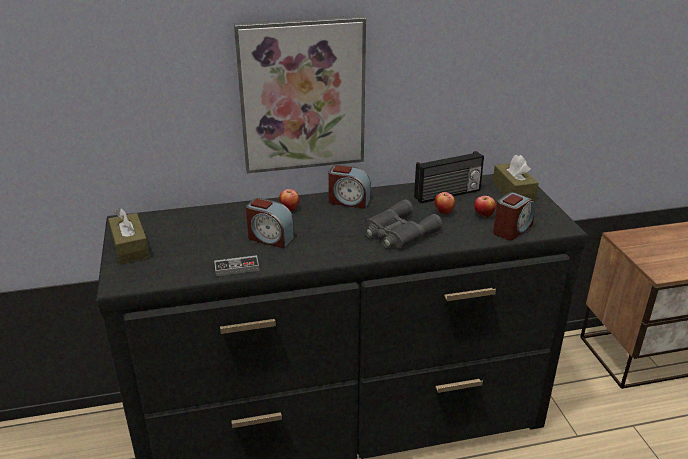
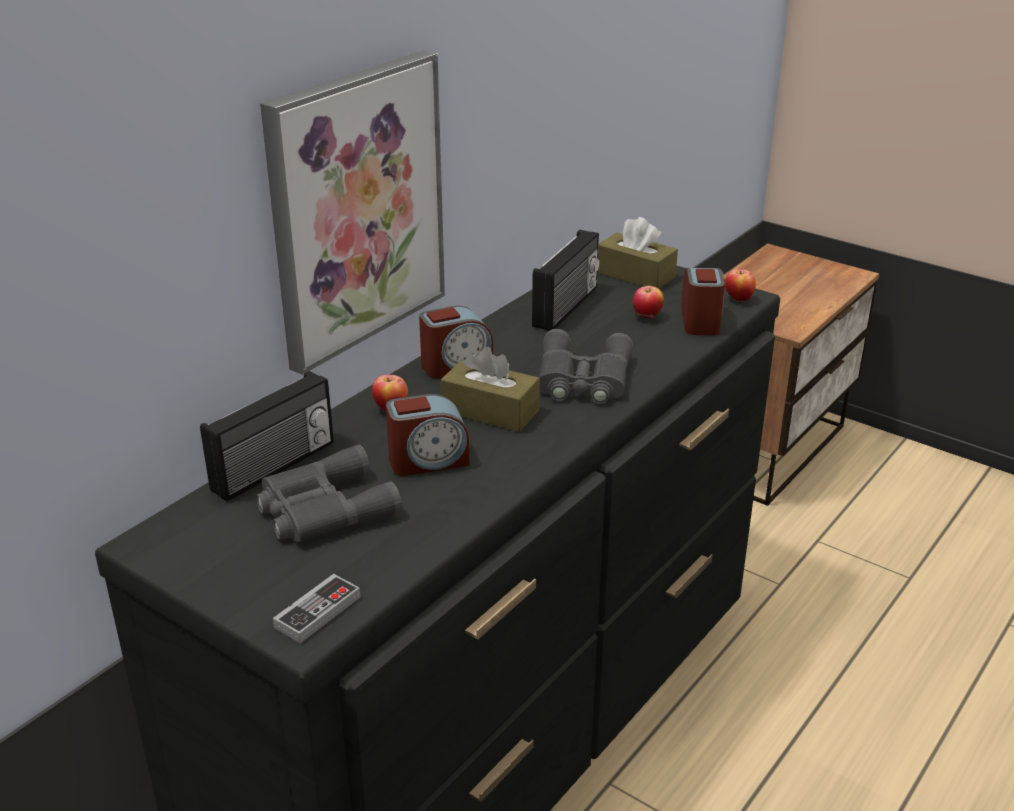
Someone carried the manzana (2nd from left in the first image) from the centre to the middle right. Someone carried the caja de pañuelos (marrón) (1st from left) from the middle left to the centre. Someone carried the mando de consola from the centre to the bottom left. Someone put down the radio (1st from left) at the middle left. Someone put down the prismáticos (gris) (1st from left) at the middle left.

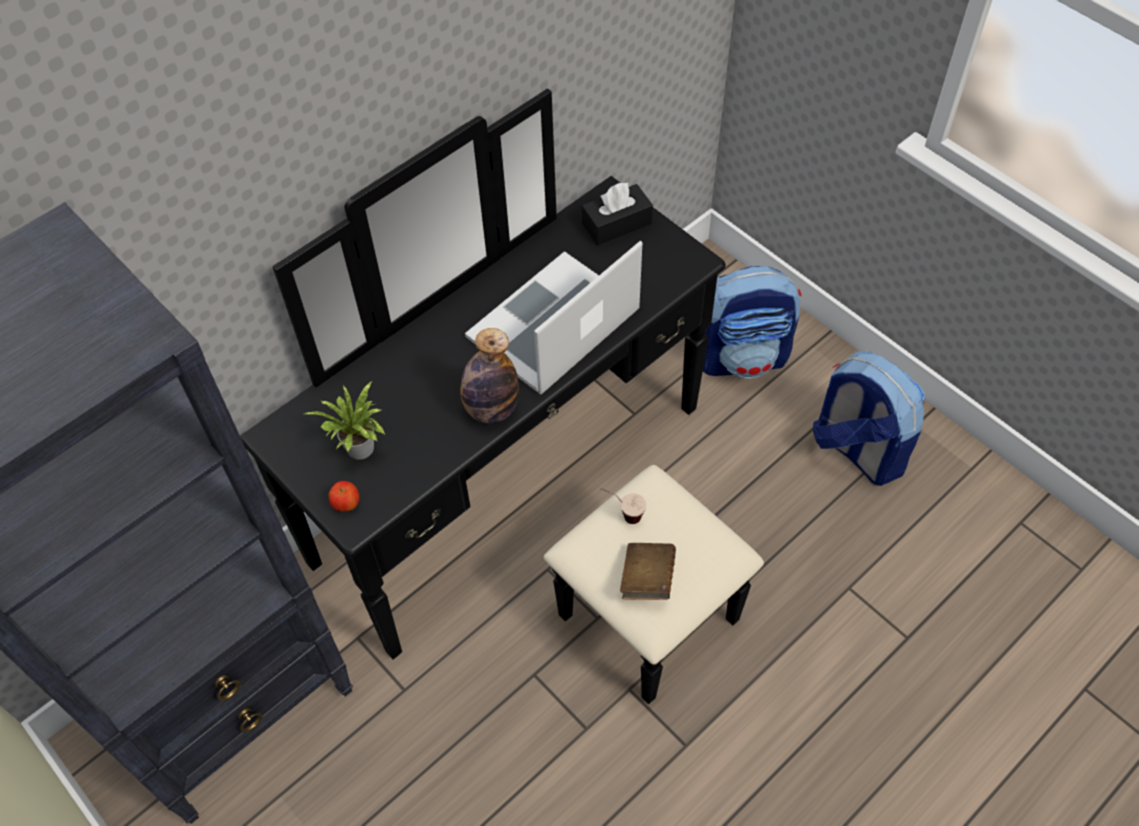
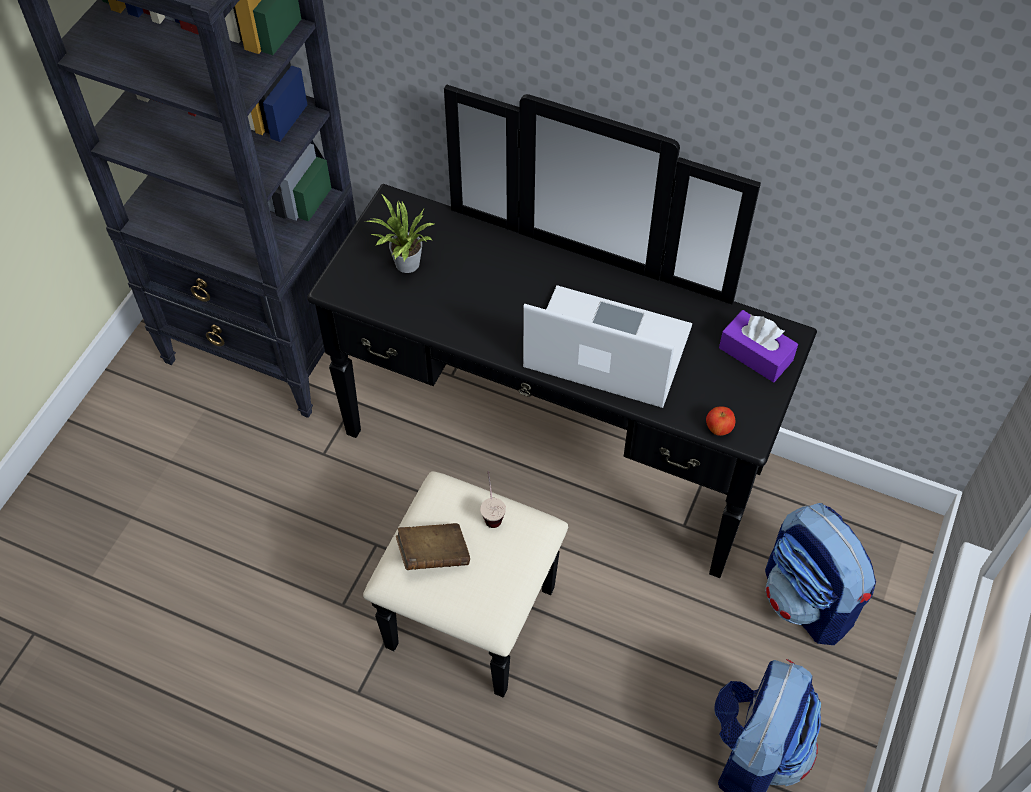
Someone repainted the caja de pañuelos (negro) at the top centre, which became the caja de pañuelos (morado) at the middle right. Someone took away the botella at the centre. Someone carried the manzana from the middle left to the middle right.

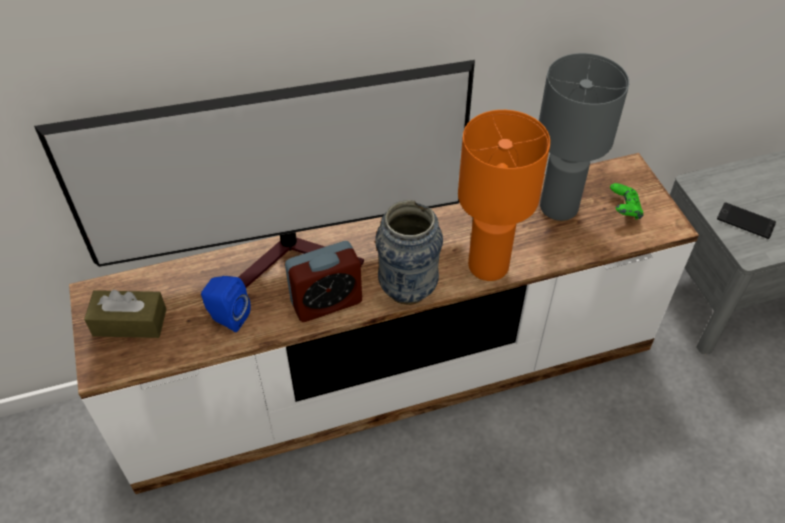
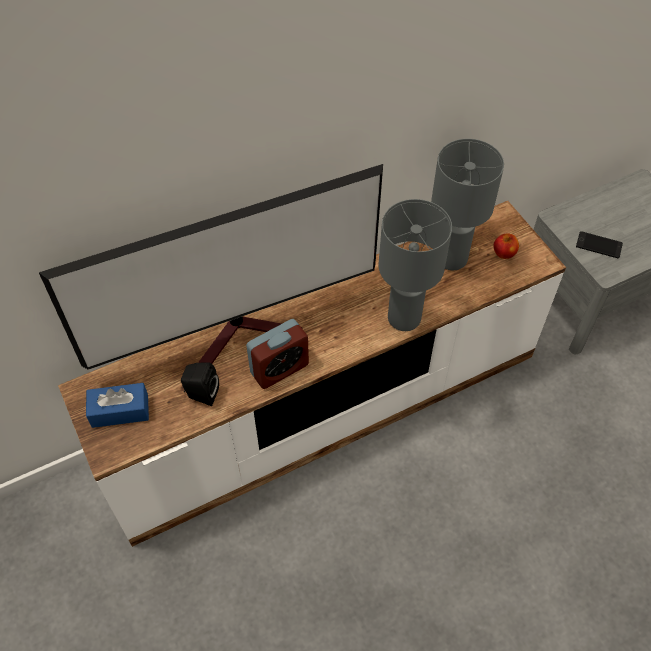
Someone repainted the lámpara de mesa (naranja) at the centre, which became the lámpara de mesa (gris) (1st from left) at the centre. Someone swapped the mando de consola (verde) at the middle right for the manzana at the middle right. Someone took away the florero at the centre. Someone repainted the altavoz (azul) at the middle left, which became the altavoz (negro) at the middle left. Someone repainted the caja de pañuelos (marrón) at the middle left, which became the caja de pañuelos (azul) at the middle left.

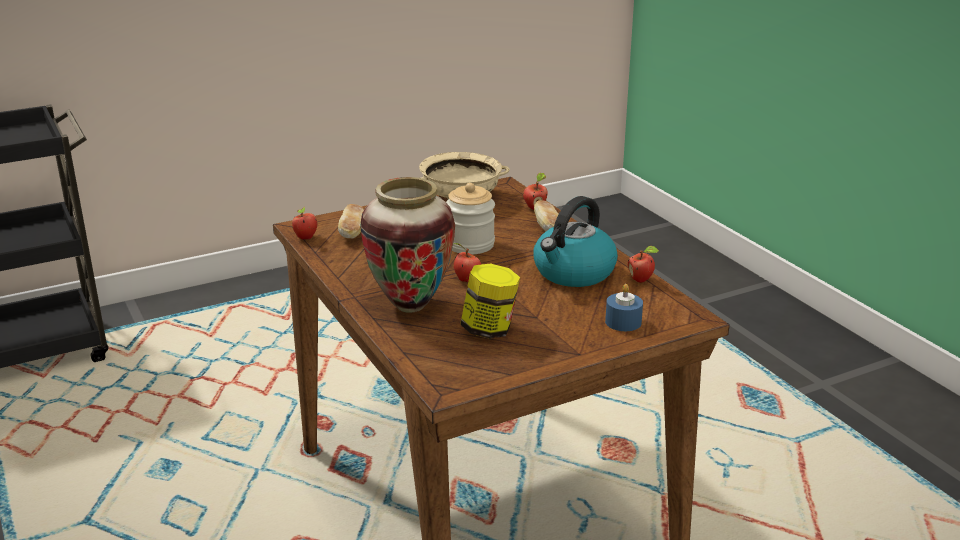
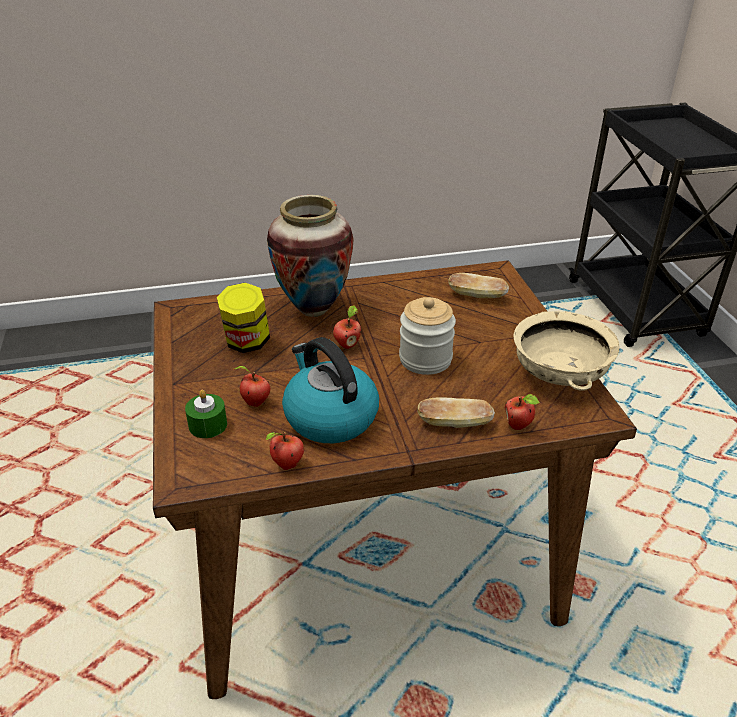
Someone carried the manzana (1st from left) from the middle left to the centre. Someone repainted the vela (azul) at the centre, which became the vela (verde) at the middle left.

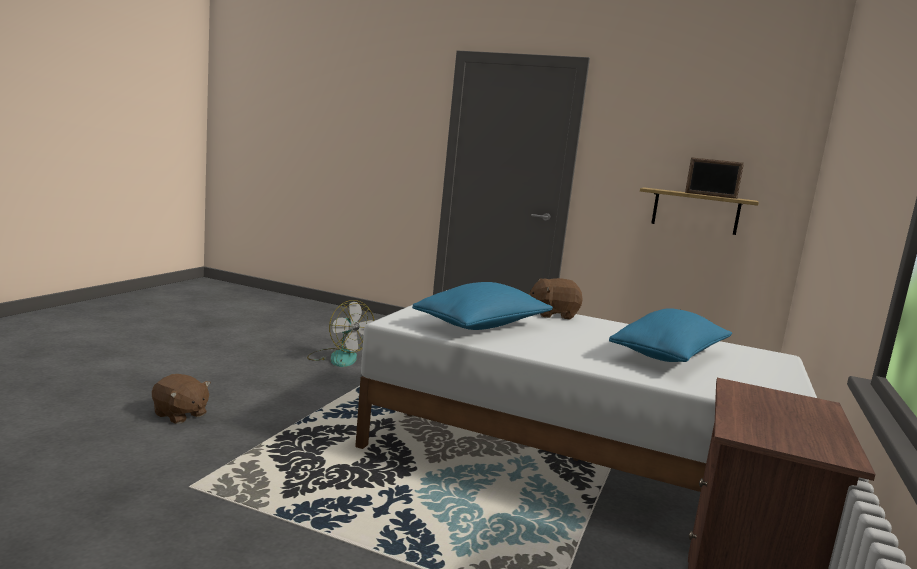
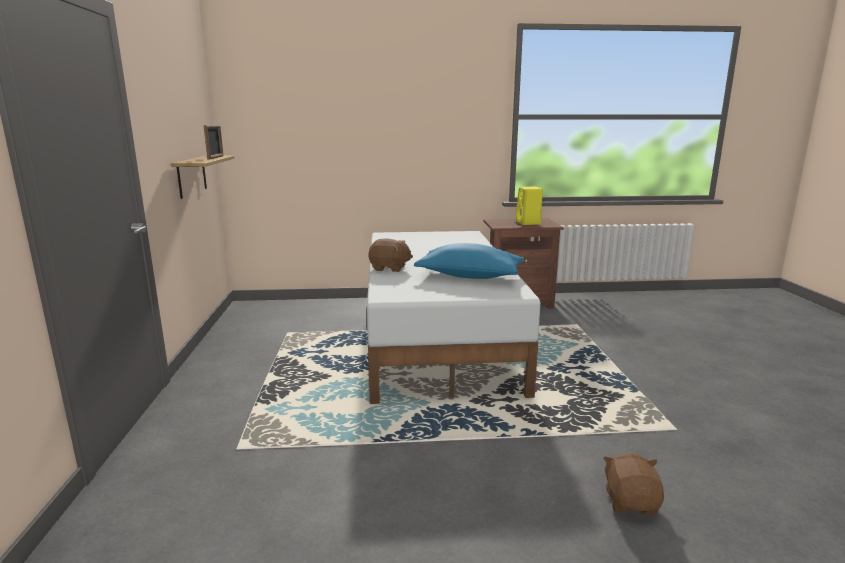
Someone rotated the peluche (marrón) (2nd from left in the first image) at the centre by 45 degrees counterclockwise. Someone took away the ventilador at the centre. Someone took away the cojín (azul) (2nd from left) at the middle right. Someone put down the altavoz (amarillo) at the centre.

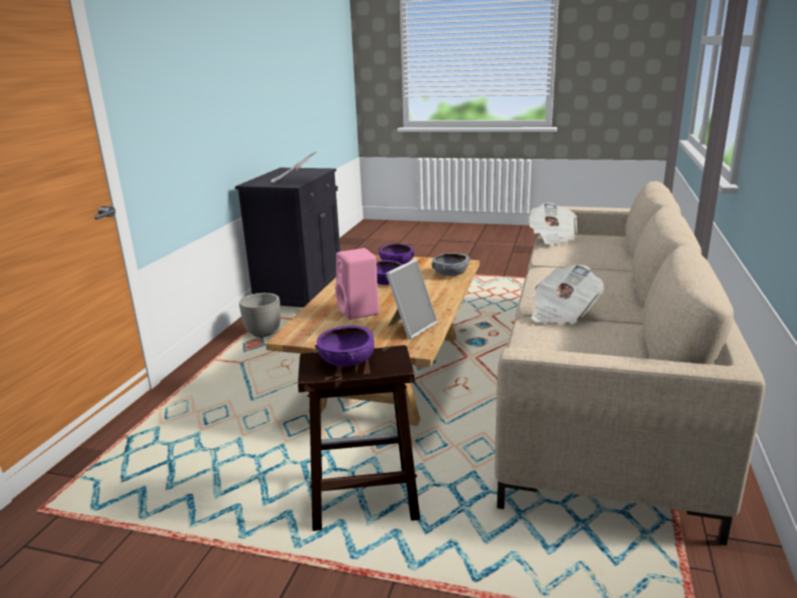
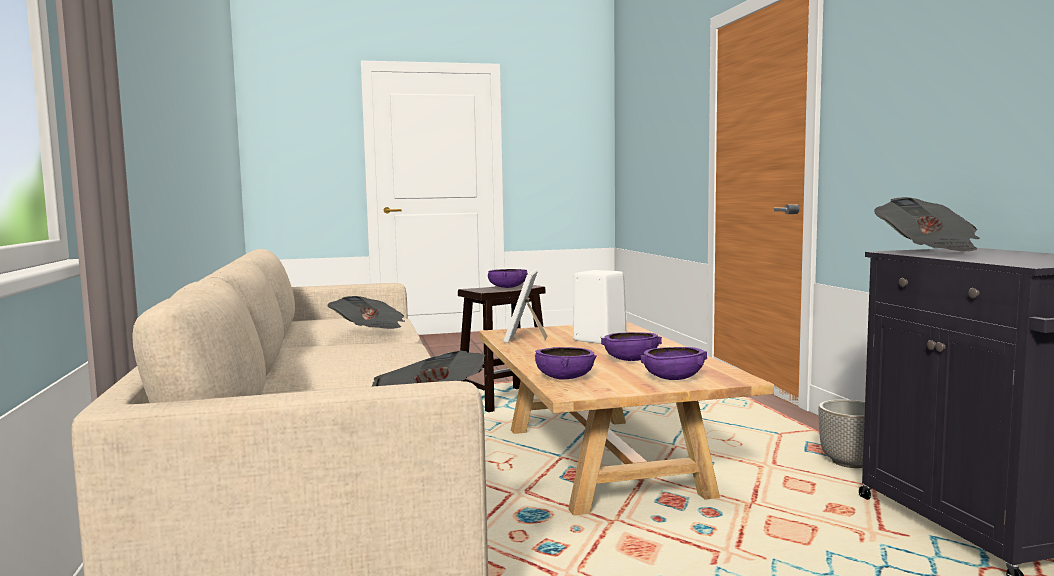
Someone repainted the altavoz (rosa) at the centre, which became the altavoz (blanco) at the centre. Someone repainted the cuenco (gris) at the centre, which became the cuenco (morado) (2nd from left) at the centre.

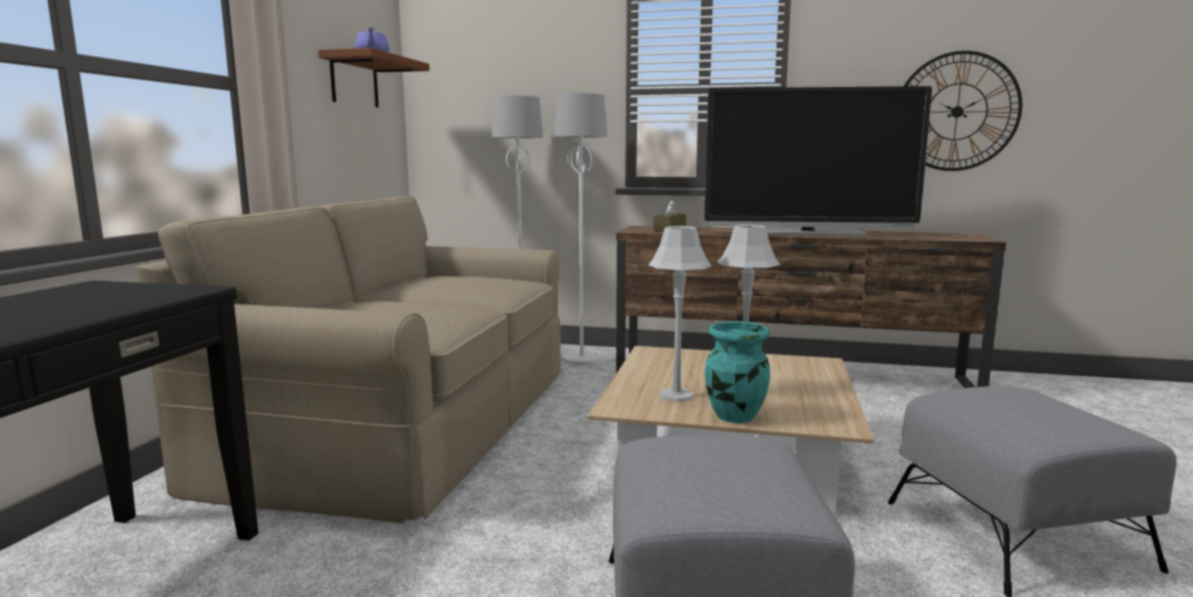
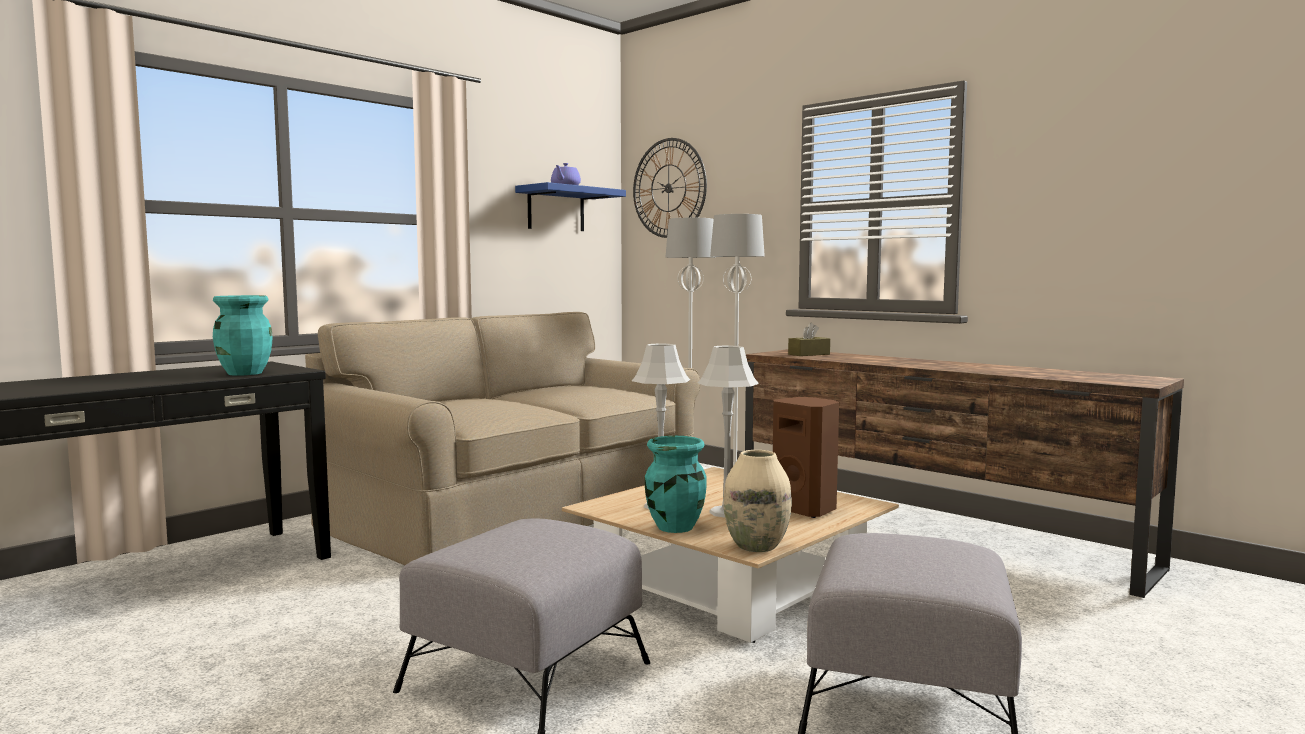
Someone repainted the estante (marrón) at the top left, which became the estante (azul) at the top centre. Someone carried the reloj de pared from the top right to the top centre. Someone took away the televisor at the top right. Someone put down the florero (turquesa) (1st from left) at the middle left. Someone put down the altavoz (marrón) at the centre. Someone put down the florero (beis) at the bottom centre.

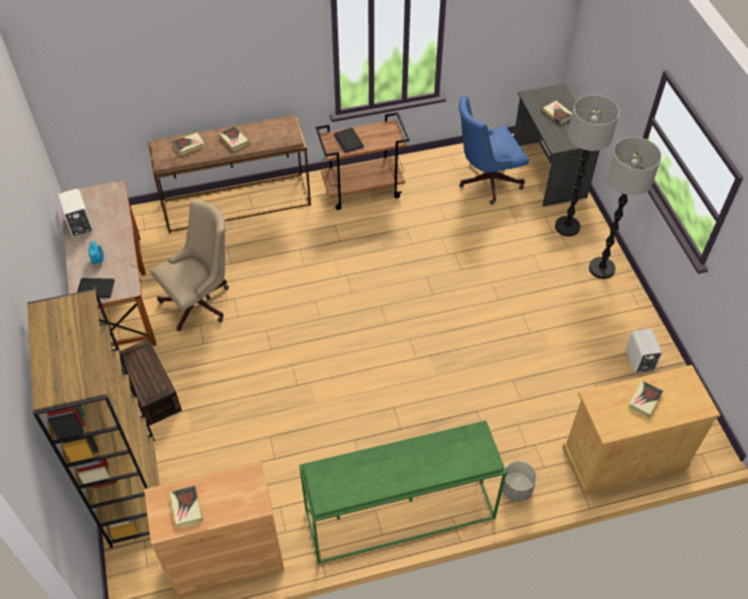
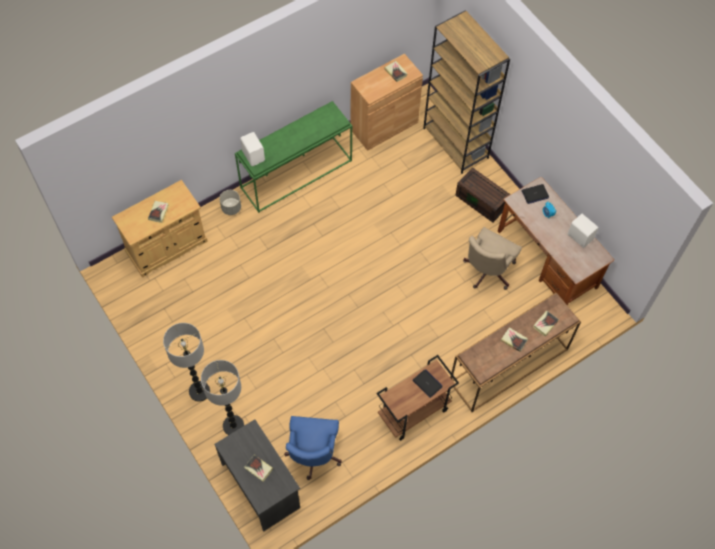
Someone rotated the silla de oficina (azul) at the top centre by 135 degrees clockwise. Someone carried the altavoz (blanco) (2nd from left in the first image) from the middle right to the top centre.

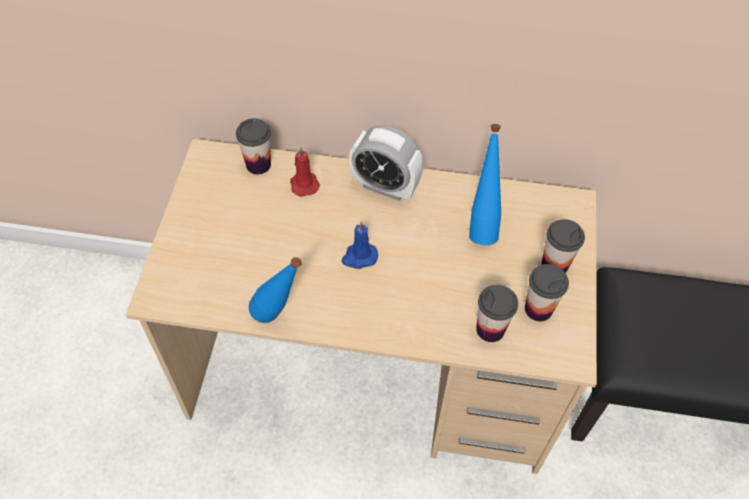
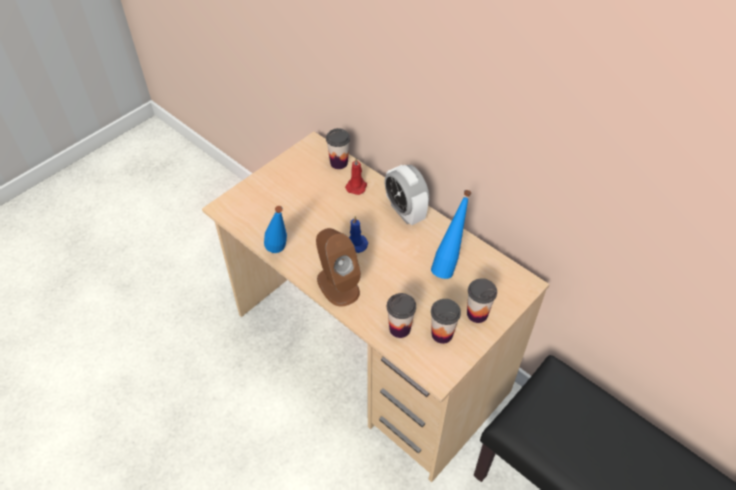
Someone put down the altavoz (marrón) at the centre.

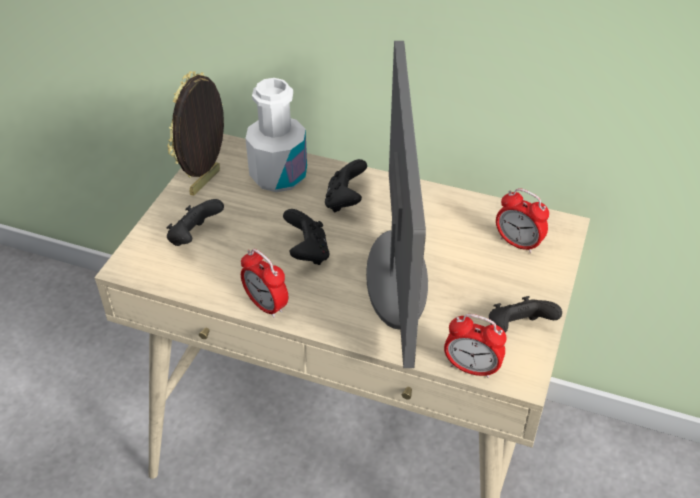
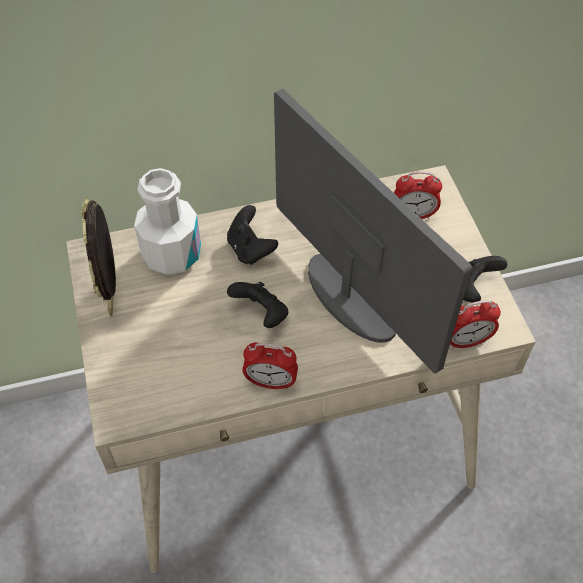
Someone took away the mando de consola (negro) (1st from left) at the middle left.

